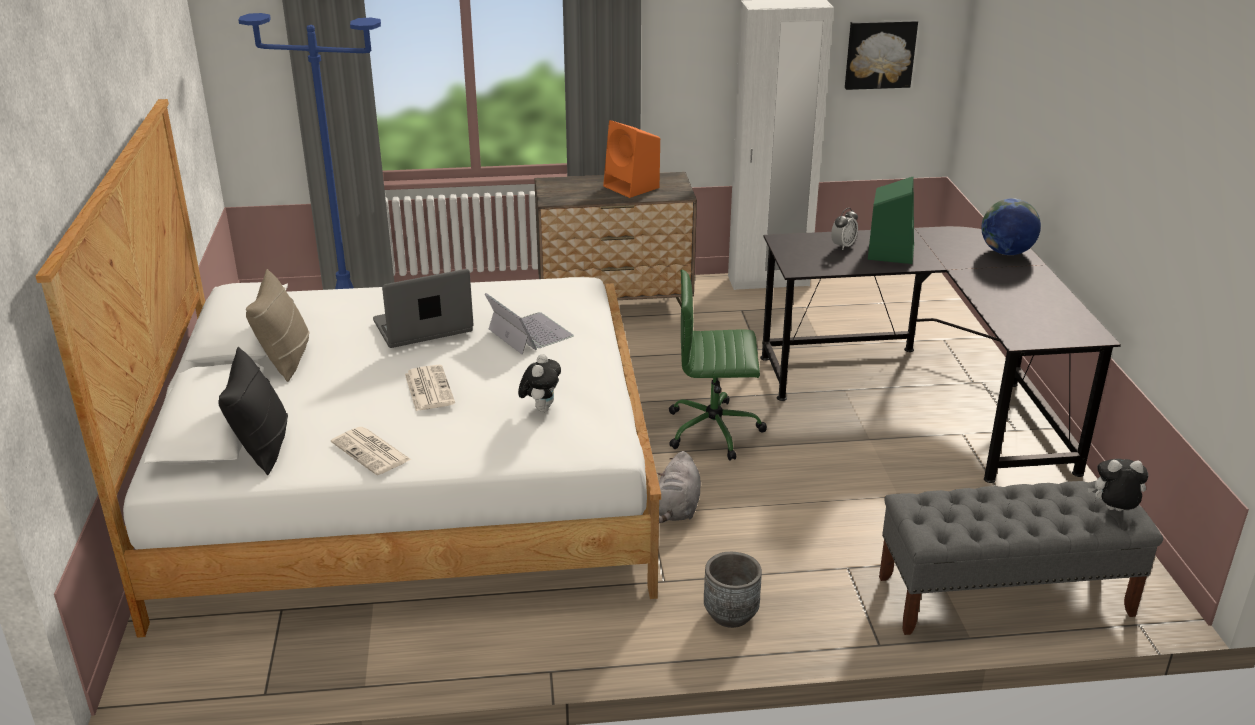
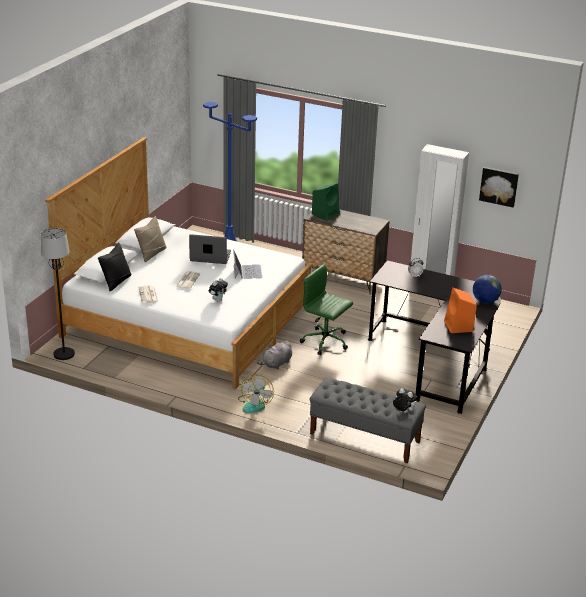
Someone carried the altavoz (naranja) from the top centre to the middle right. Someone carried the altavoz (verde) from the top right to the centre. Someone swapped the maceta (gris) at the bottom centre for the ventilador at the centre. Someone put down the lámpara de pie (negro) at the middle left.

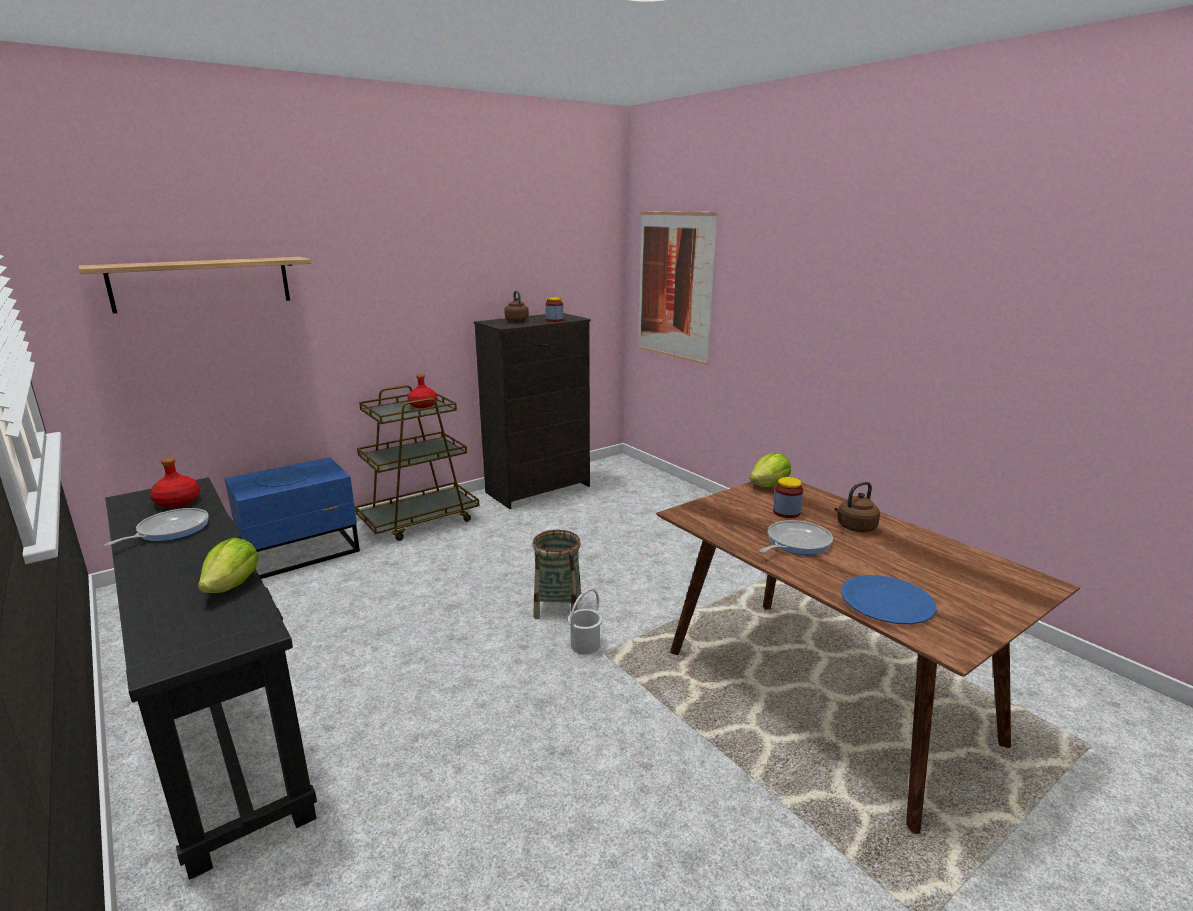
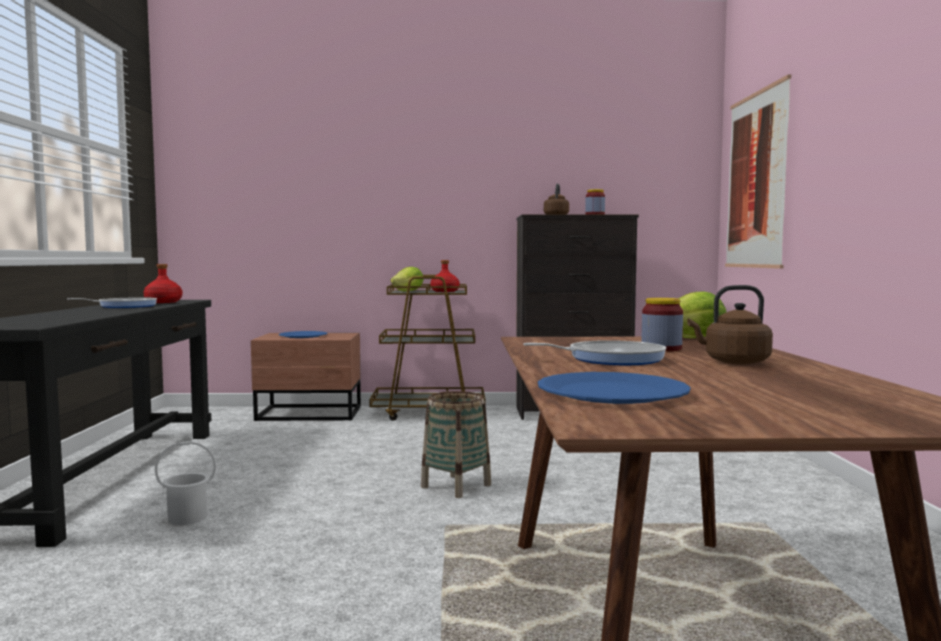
Someone took away the estante at the top left. Someone repainted the mesita de noche (azul) at the middle left, which became the mesita de noche (marrón) at the middle left. Someone carried the lechuga (1st from left) from the middle left to the centre. Someone carried the cubo (blanco) from the bottom centre to the bottom left.

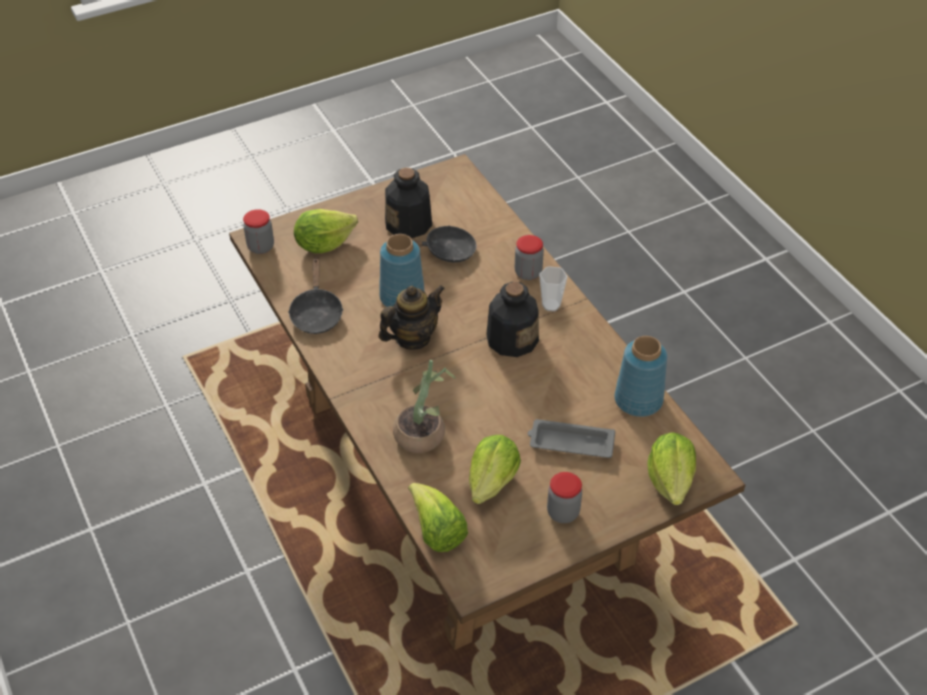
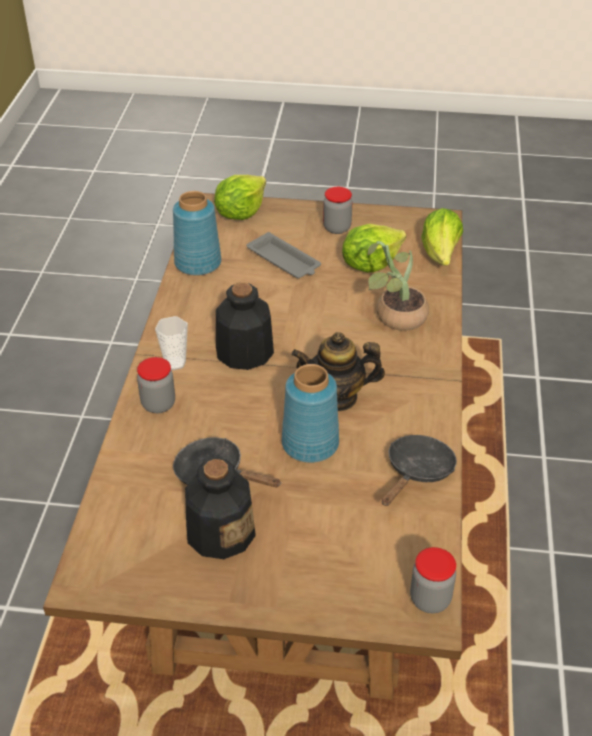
Someone took away the lechuga (1st from left) at the top centre.

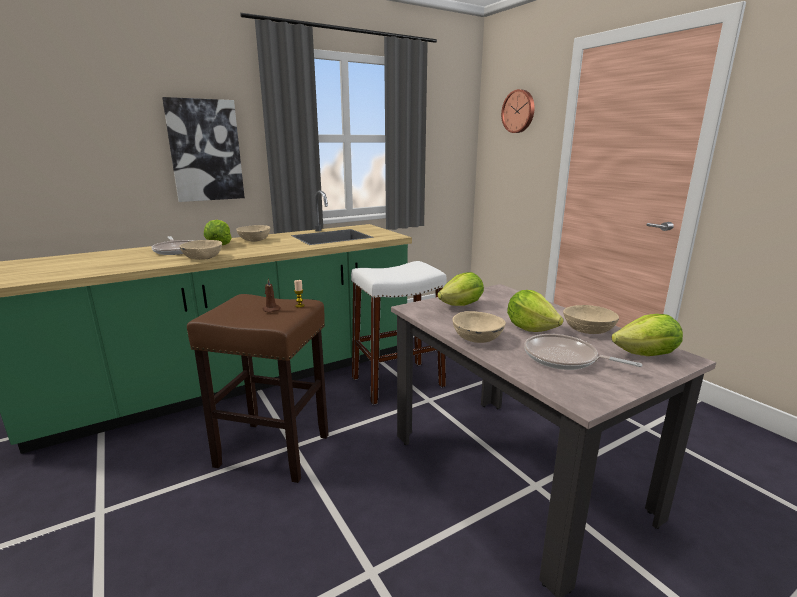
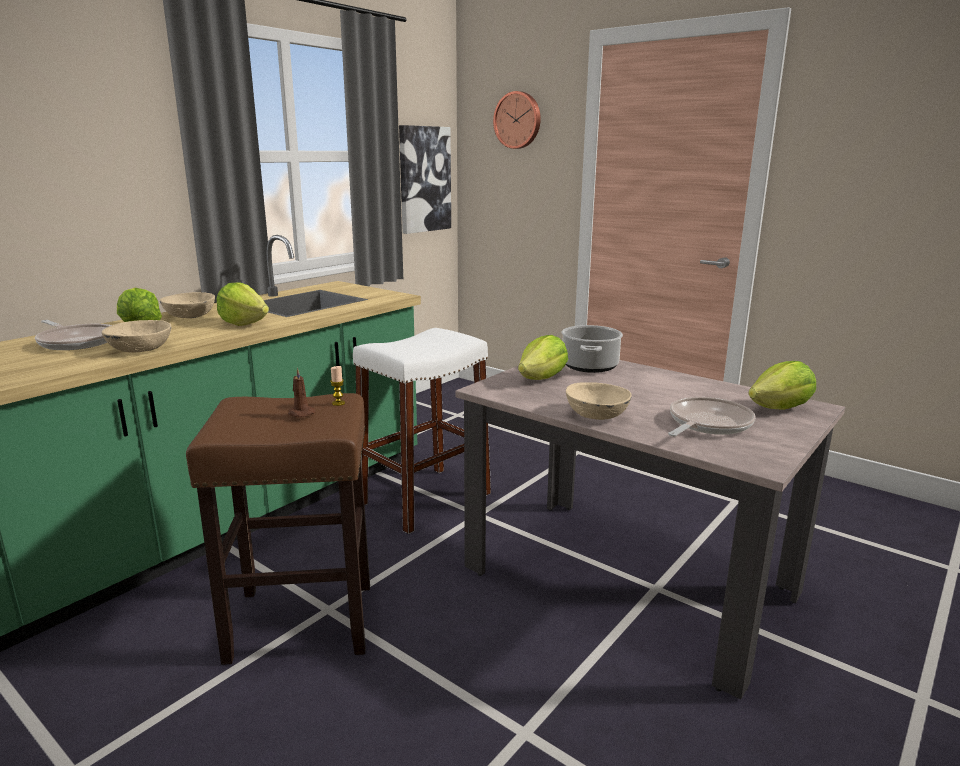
Someone carried the cuadro from the top left to the top centre. Someone carried the lechuga (3rd from left in the first image) from the middle right to the middle left. Someone took away the cuenco (beis) (4th from left) at the middle right. Someone rotated the sartén (2nd from left) at the middle right by 120 degrees clockwise. Someone put down the olla at the centre.

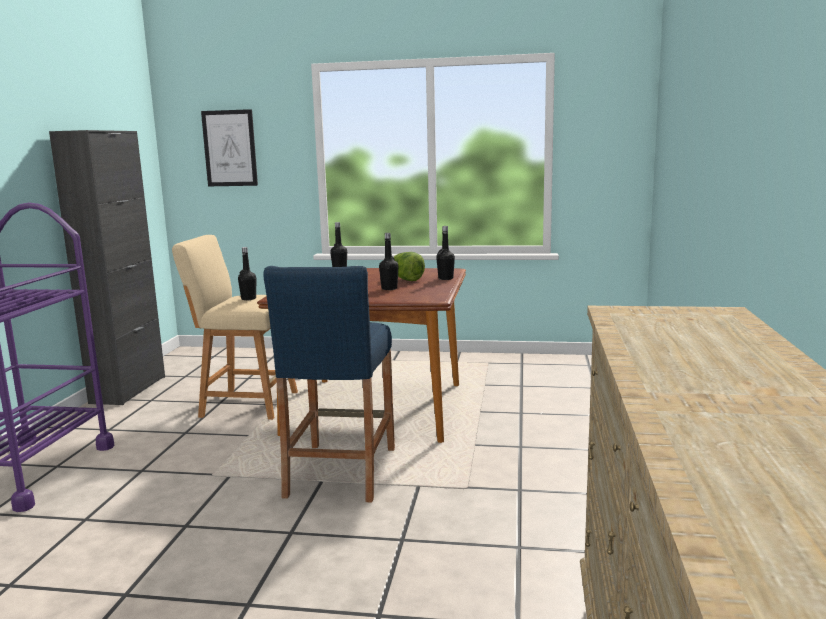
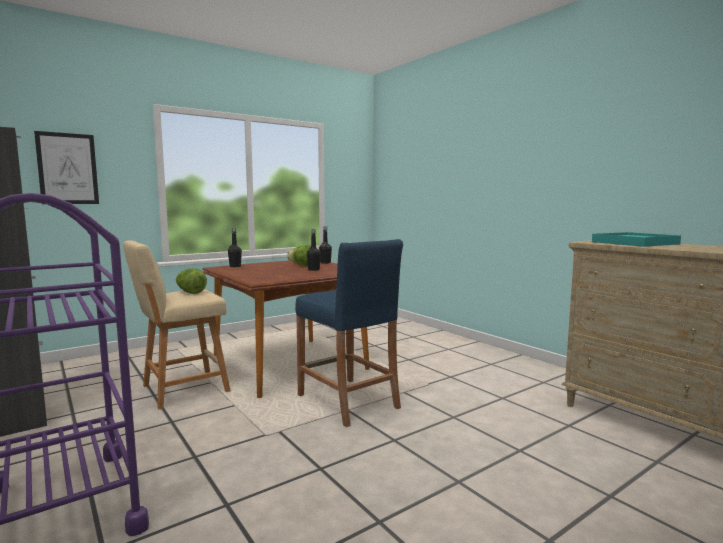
Someone swapped the botella (negro) (1st from left) at the middle left for the lechuga (1st from left) at the middle left. Someone put down the bandeja (turquesa) at the middle right.

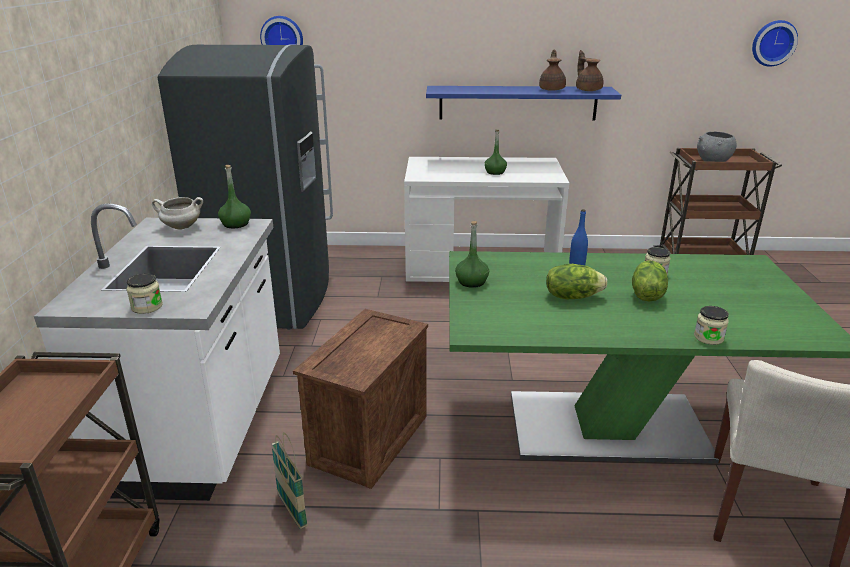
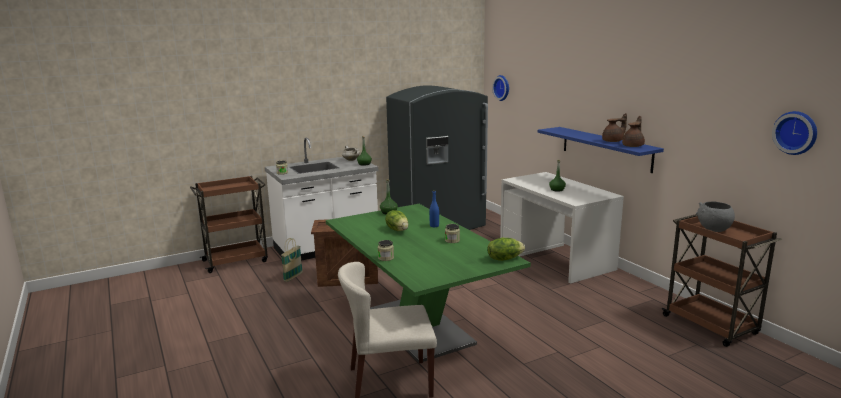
Someone carried the lechuga (2nd from left) from the middle right to the centre.

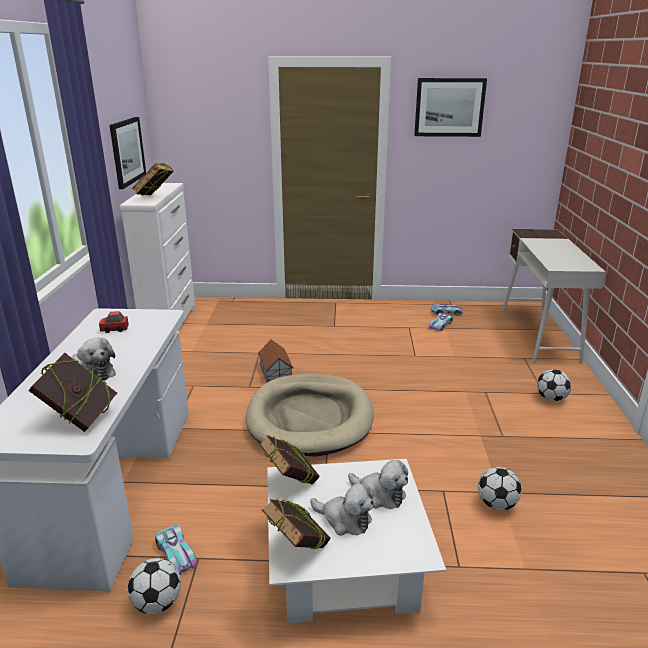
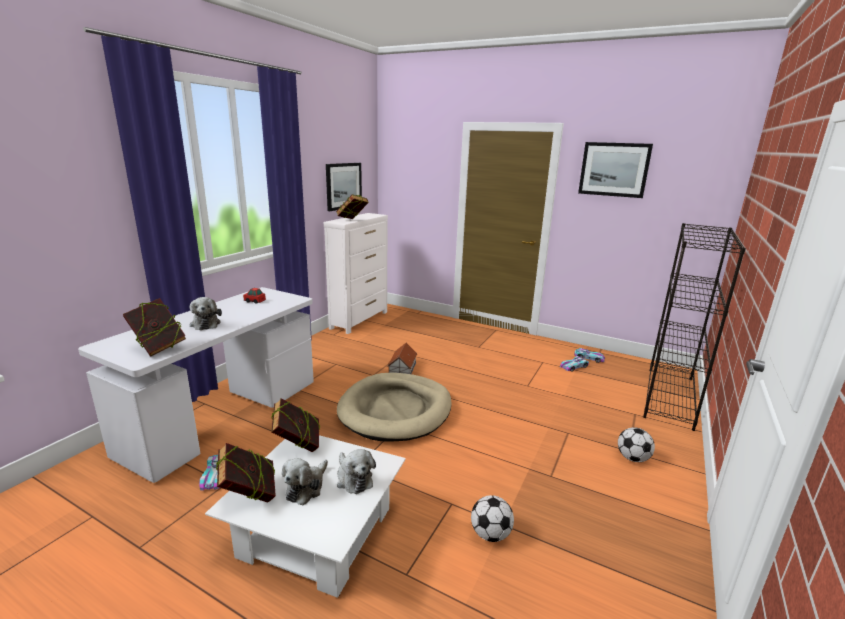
Someone swapped the escritorio (blanco) (2nd from left) at the middle right for the estantería (negro) at the middle right. Someone rotated the peluche (2nd from left) at the bottom centre by 60 degrees clockwise. Someone took away the balón de fútbol (1st from left) at the bottom left.

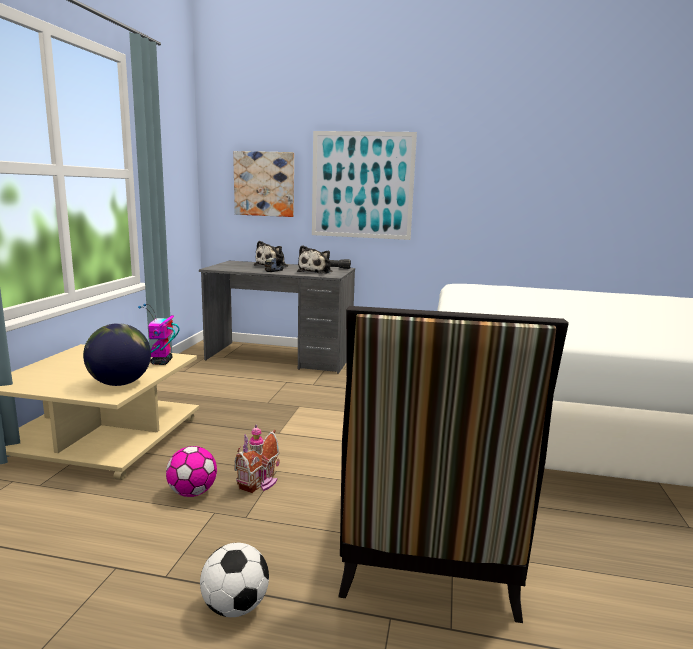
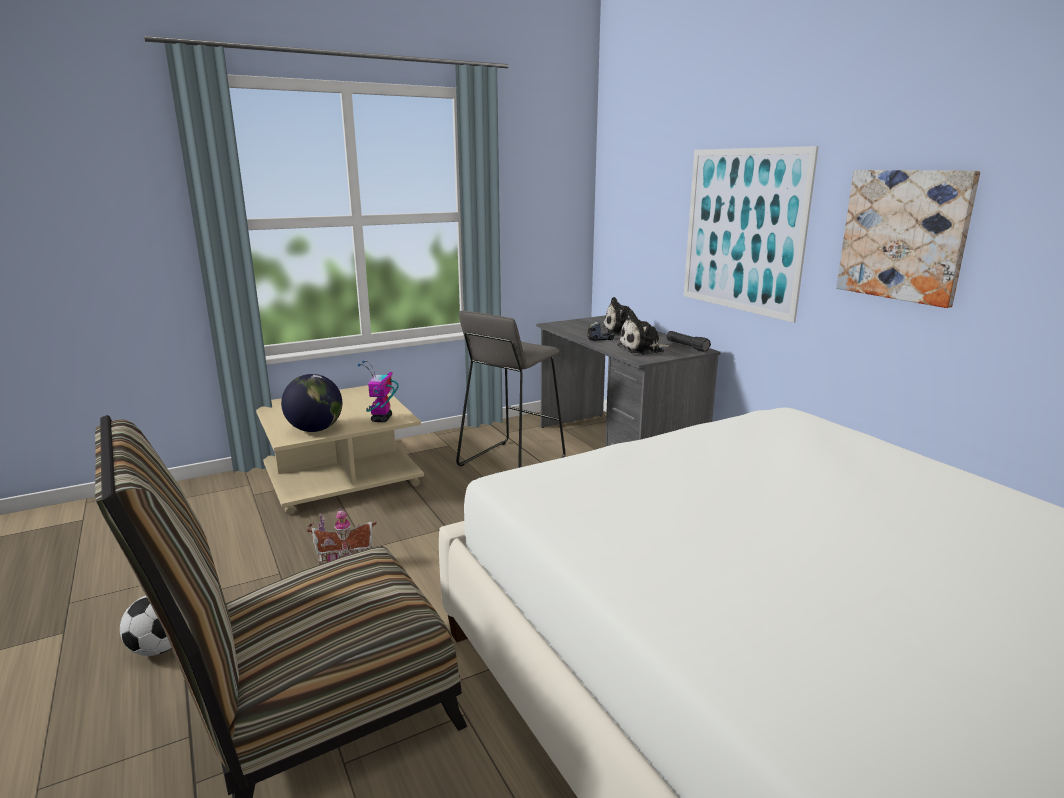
Someone carried the cuadro (1st from left in the first image) from the top centre to the top right. Someone rotated the robot de juguete at the middle left by 45 degrees counterclockwise. Someone took away the balón de fútbol (1st from left) at the bottom left. Someone put down the taburete (gris) at the centre.

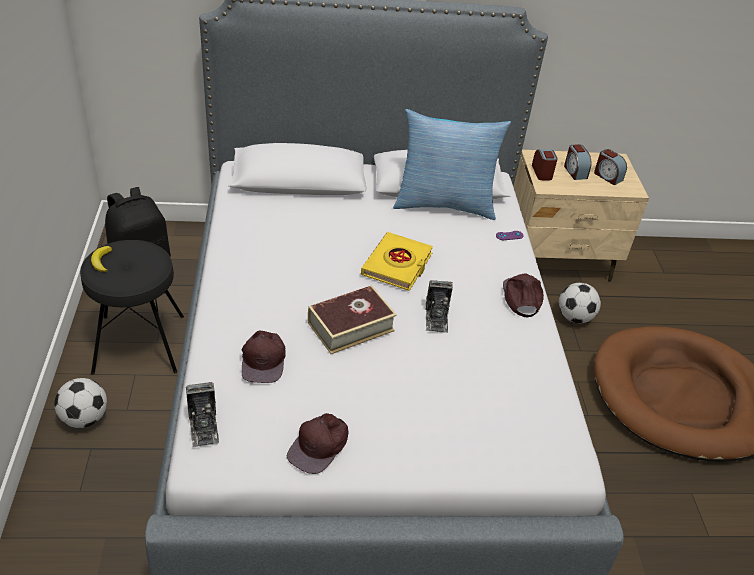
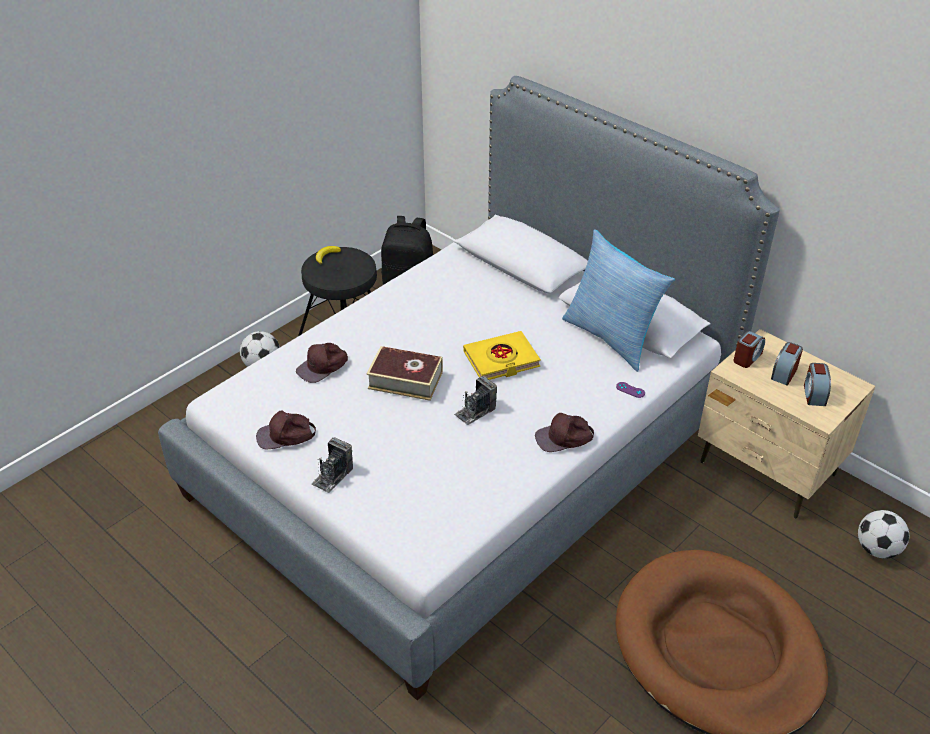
Someone rotated the gorra (marrón) (3rd from left) at the middle right by 150 degrees counterclockwise. Someone carried the balón de fútbol (2nd from left) from the middle right to the bottom right. Someone carried the cámara (1st from left) from the bottom left to the centre.

